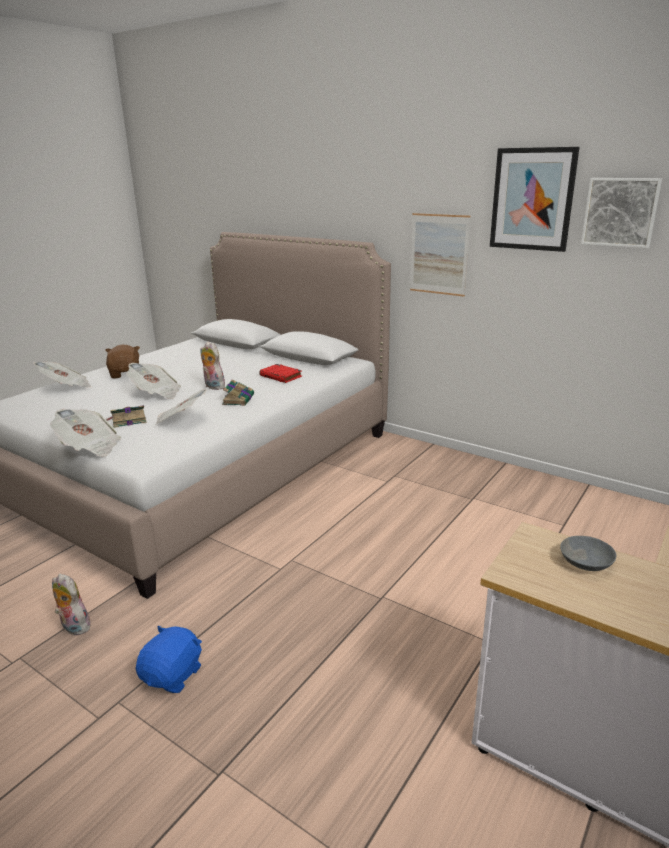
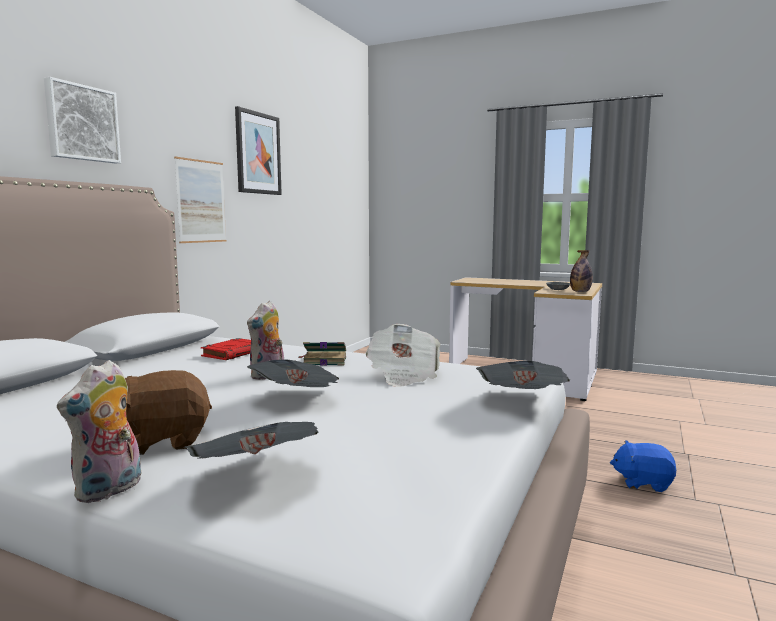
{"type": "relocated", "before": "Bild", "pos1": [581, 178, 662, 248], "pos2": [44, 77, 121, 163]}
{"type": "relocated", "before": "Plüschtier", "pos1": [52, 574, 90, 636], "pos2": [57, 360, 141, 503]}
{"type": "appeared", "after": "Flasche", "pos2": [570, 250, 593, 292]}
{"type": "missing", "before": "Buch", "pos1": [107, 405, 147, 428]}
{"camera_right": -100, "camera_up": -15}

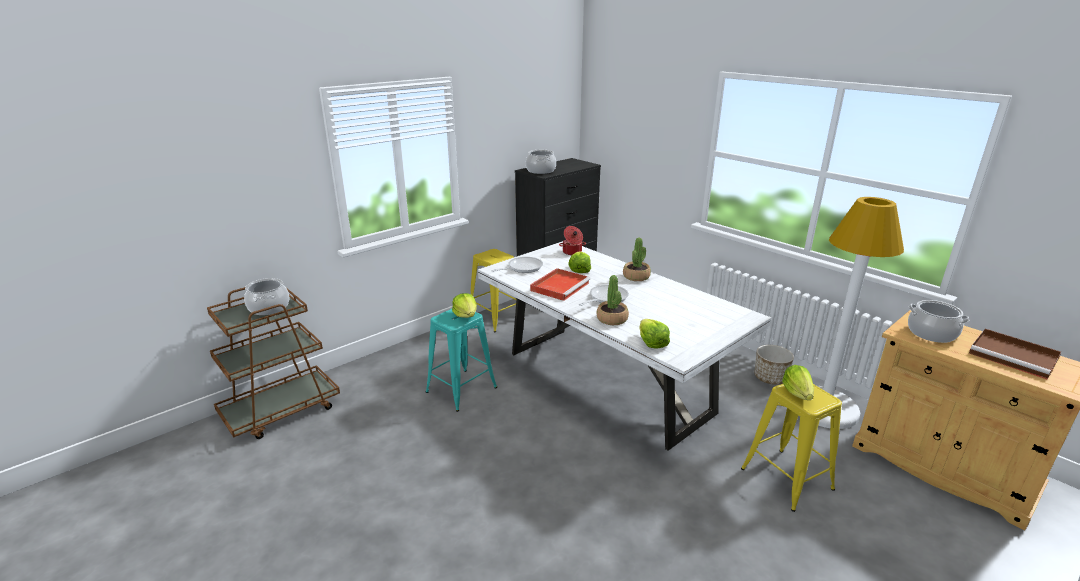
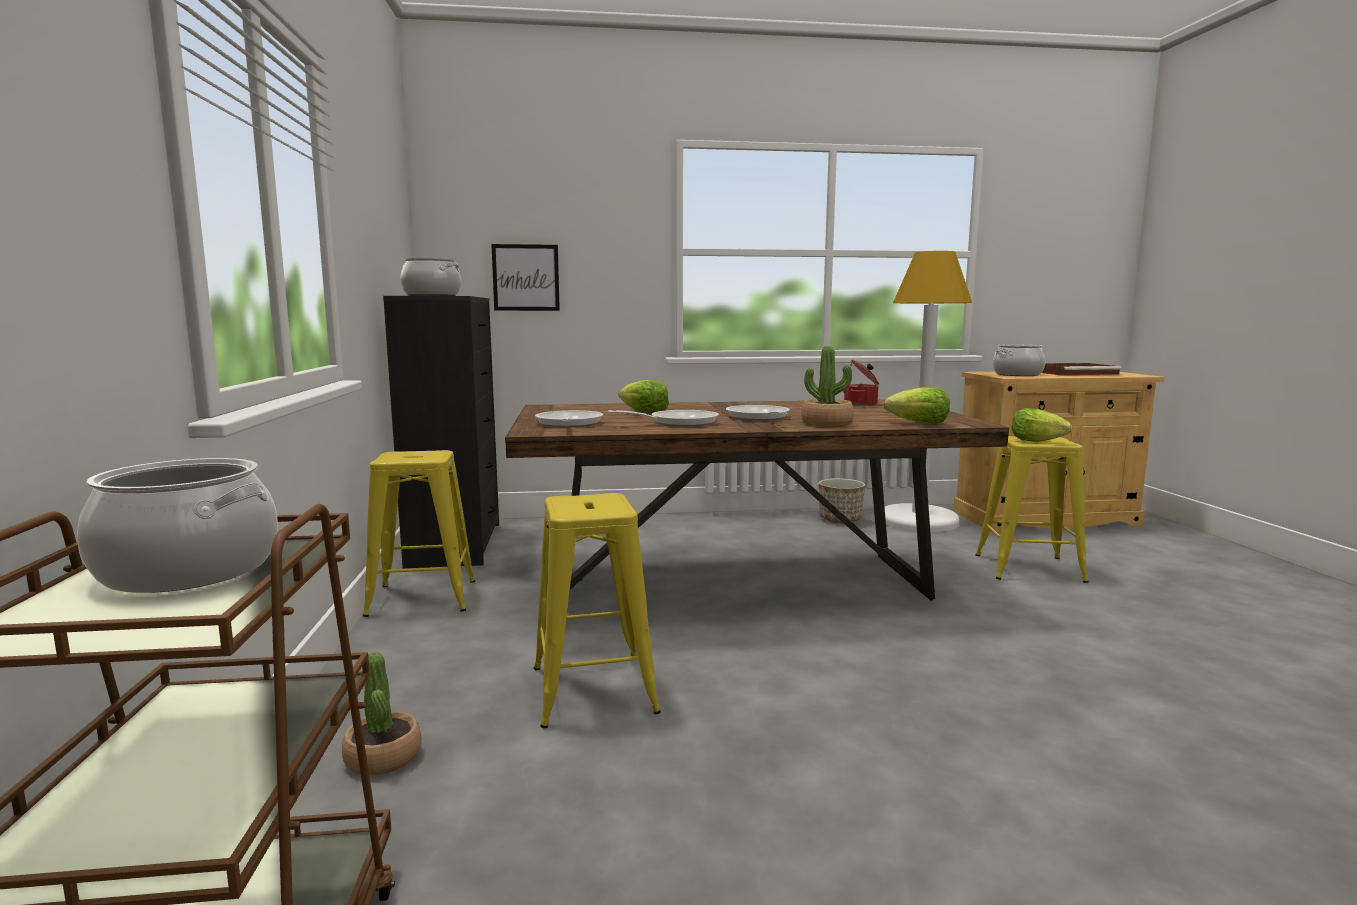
{"type": "relocated", "before": "Topfpflanze", "pos1": [623, 238, 651, 281], "pos2": [342, 652, 422, 775]}
{"type": "appeared", "after": "Bild", "pos2": [491, 244, 560, 311]}
{"type": "colour", "before": "Esstisch [weiß]", "after": "Esstisch [braun]", "pos1": [478, 241, 771, 451], "pos2": [505, 400, 1009, 601]}
{"type": "colour", "before": "Hocker [türkis]", "after": "Hocker [gelb]", "pos1": [425, 309, 497, 412], "pos2": [534, 493, 661, 729]}
{"type": "exchanged", "before": "Tablett [rot]", "after": "Pfanne", "pos1": [530, 268, 590, 301], "pos2": [607, 410, 719, 427]}
{"type": "relocated", "before": "Kochtopf", "pos1": [559, 226, 586, 255], "pos2": [843, 360, 879, 406]}
{"type": "missing", "before": "Salatkopf", "pos1": [452, 293, 477, 318]}
{"camera_right": -55, "camera_up": -15}

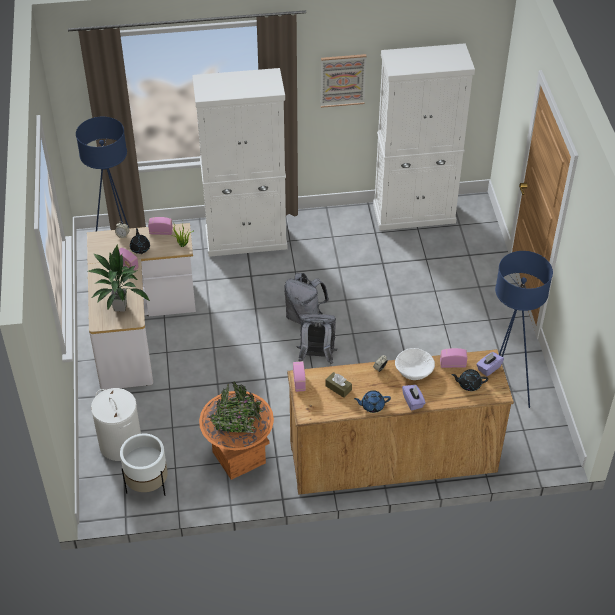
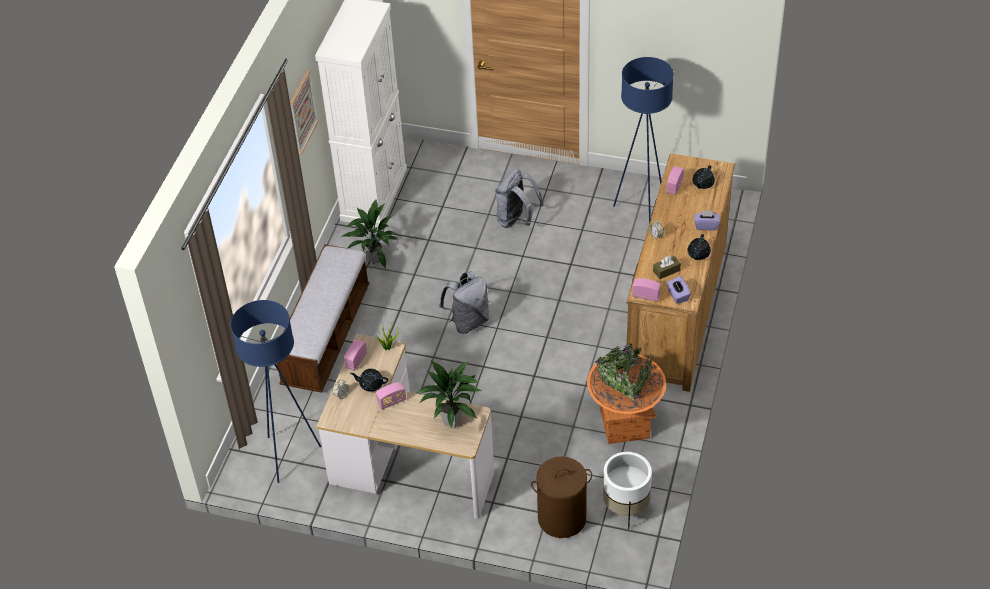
{"type": "exchanged", "before": "Schrank [weiß]", "after": "Bank", "pos1": [192, 68, 288, 257], "pos2": [277, 244, 370, 393]}
{"type": "appeared", "after": "Topfpflanze", "pos2": [341, 199, 398, 269]}
{"type": "relocated", "before": "Rucksack [grau]", "pos1": [297, 314, 337, 364], "pos2": [495, 169, 544, 228]}
{"type": "colour", "before": "Wäschekorb [weiß]", "after": "Wäschekorb [braun]", "pos1": [91, 388, 141, 461], "pos2": [531, 457, 592, 538]}
{"type": "relocated", "before": "Taschentuchbox [lila]", "pos1": [476, 352, 504, 376], "pos2": [666, 276, 691, 304]}
{"type": "colour", "before": "Teekanne [blau]", "after": "Teekanne [schwarz]", "pos1": [354, 390, 391, 413], "pos2": [688, 234, 711, 260]}
{"type": "missing", "before": "Schüssel [weiß]", "pos1": [395, 348, 435, 380]}
{"camera_right": -65, "camera_up": 0}

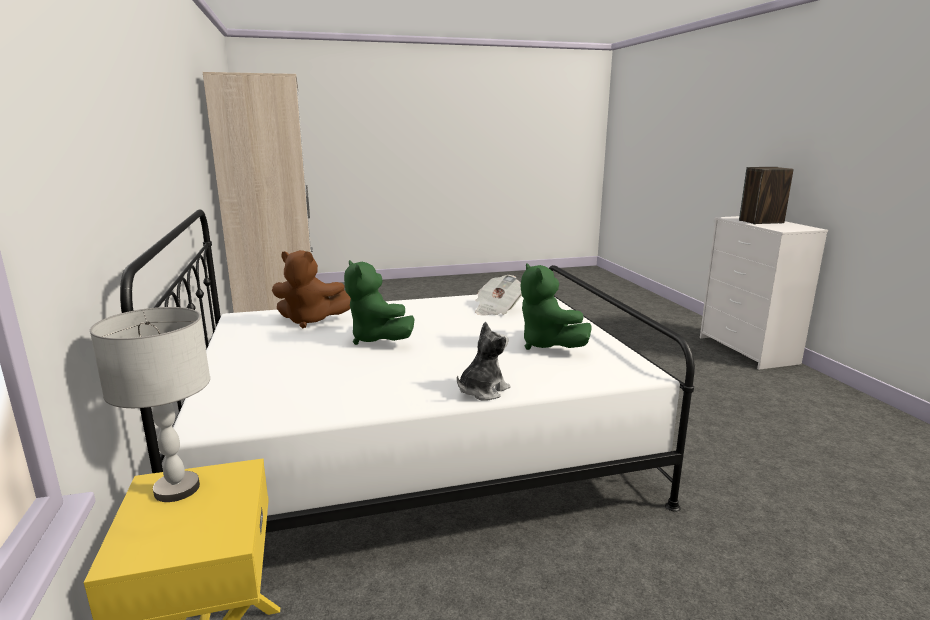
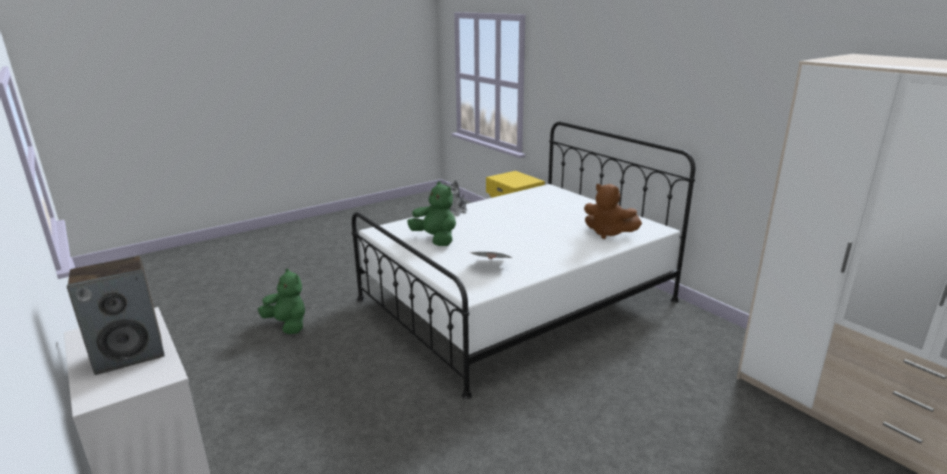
{"type": "relocated", "before": "Plüschtier [grün]", "pos1": [344, 260, 415, 345], "pos2": [258, 269, 305, 334]}
{"type": "spun", "before": "Plüschtier [braun]", "pos1": [272, 250, 351, 328], "pos2": [584, 184, 642, 239], "turn": -135}
{"type": "missing", "before": "Tischlampe [grau]", "pos1": [90, 307, 210, 502]}
{"camera_right": 160, "camera_up": 5}

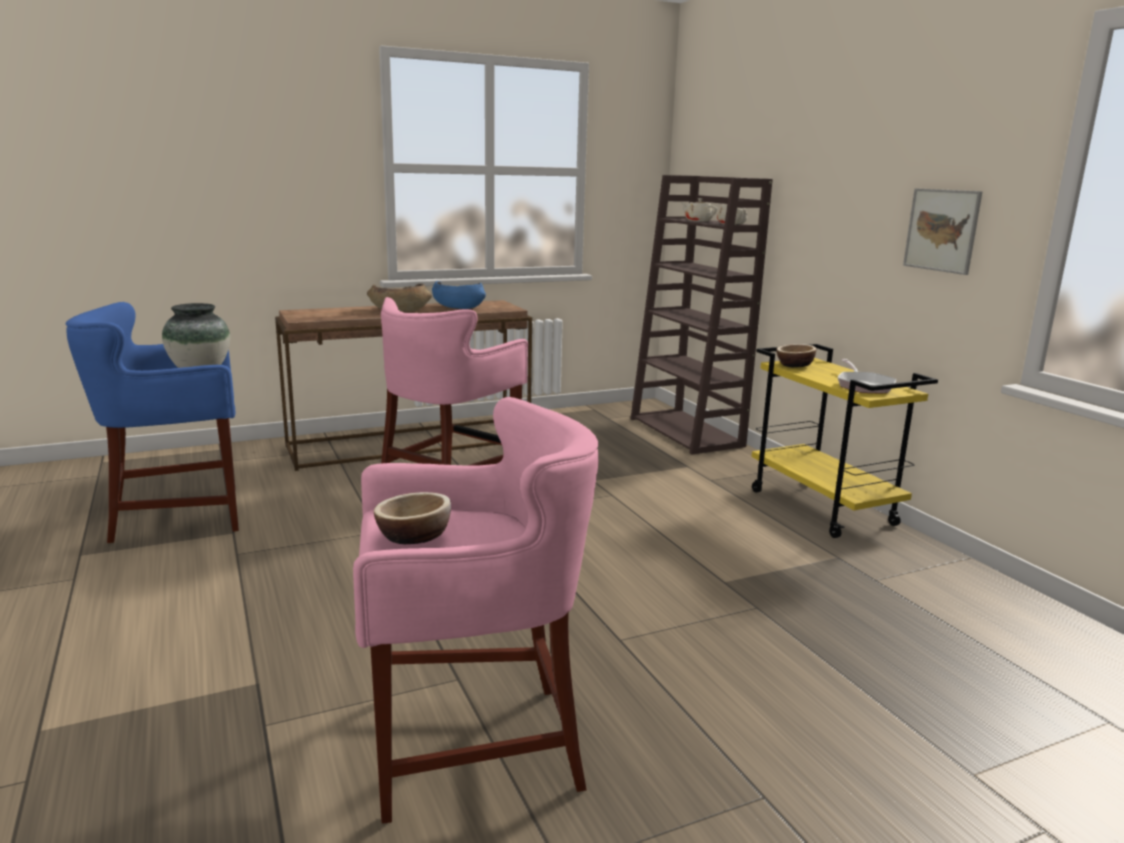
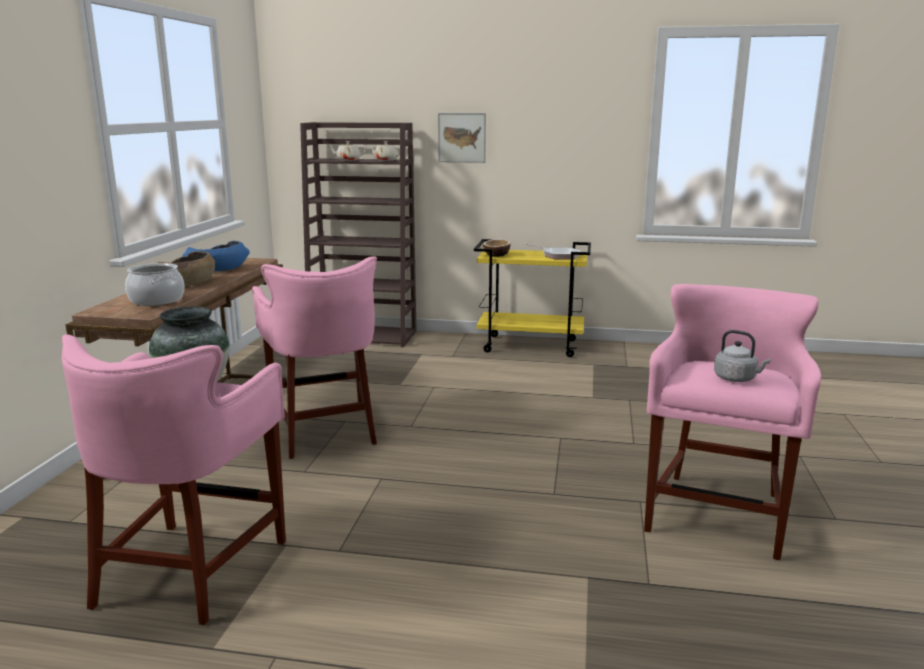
{"type": "colour", "before": "Hocker [blau]", "after": "Hocker [rosa]", "pos1": [66, 302, 239, 543], "pos2": [62, 335, 286, 625]}
{"type": "appeared", "after": "Kochtopf", "pos2": [125, 263, 185, 306]}
{"type": "relocated", "before": "Bild", "pos1": [903, 188, 983, 275], "pos2": [438, 113, 486, 163]}
{"type": "exchanged", "before": "Schüssel", "after": "Wasserkessel [grau]", "pos1": [374, 492, 451, 544], "pos2": [714, 330, 771, 382]}
{"camera_right": -55, "camera_up": 0}

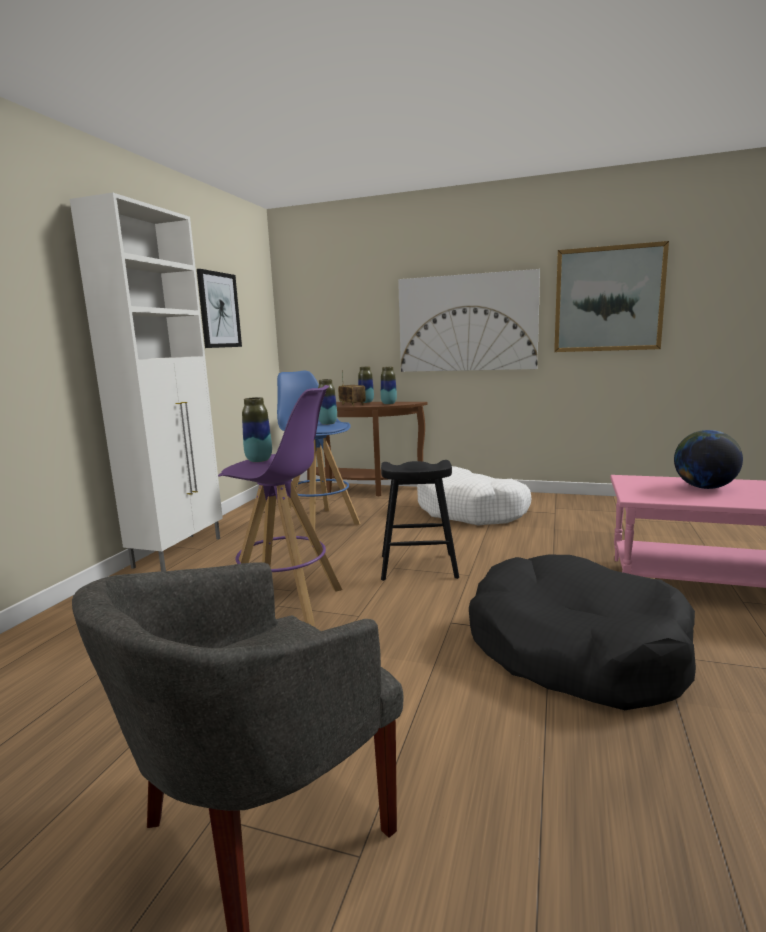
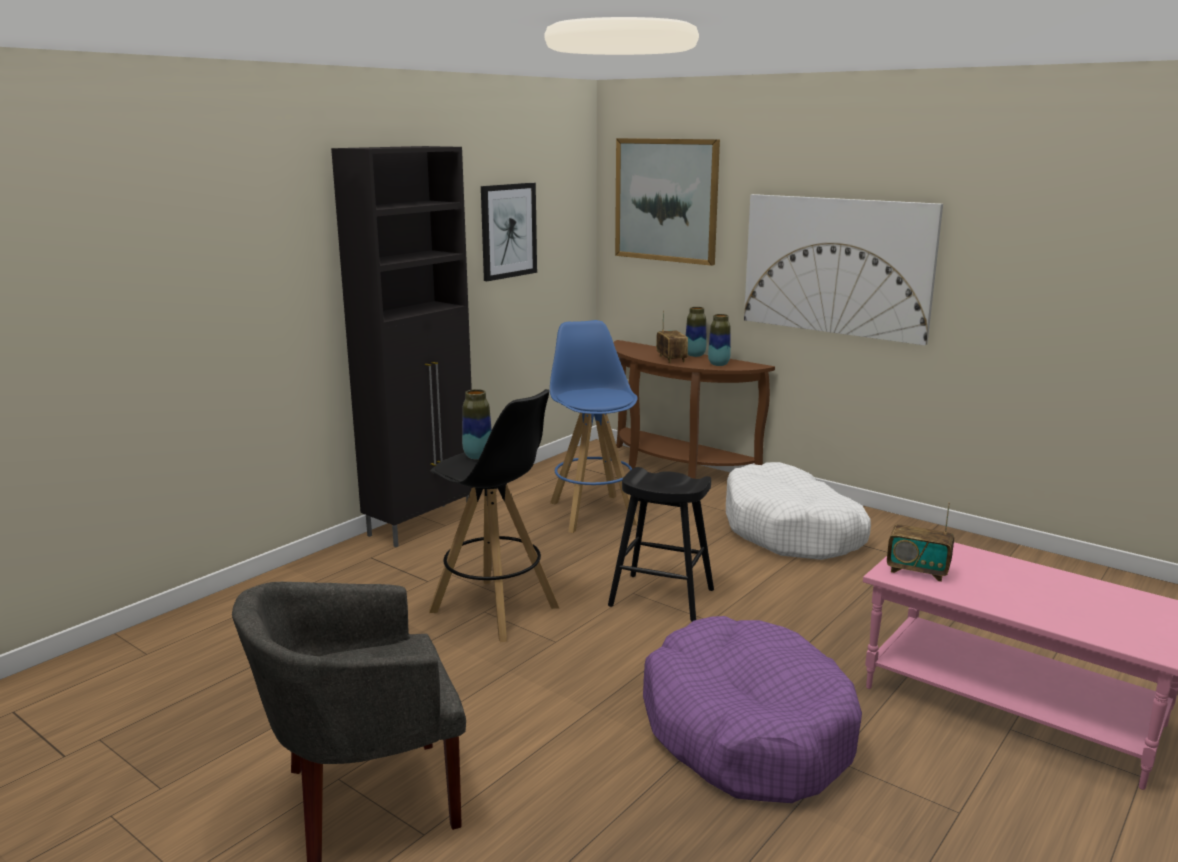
{"type": "colour", "before": "Schrank [weiß]", "after": "Schrank [schwarz]", "pos1": [70, 192, 223, 572], "pos2": [331, 146, 472, 547]}
{"type": "colour", "before": "Hocker [lila]", "after": "Hocker [schwarz]", "pos1": [218, 385, 342, 626], "pos2": [429, 389, 559, 642]}
{"type": "relocated", "before": "Bild", "pos1": [554, 241, 669, 352], "pos2": [615, 138, 720, 266]}
{"type": "colour", "before": "Hundebett [schwarz]", "after": "Hundebett [lila]", "pos1": [469, 555, 696, 710], "pos2": [643, 616, 862, 803]}
{"type": "appeared", "after": "Radio", "pos2": [887, 502, 954, 582]}
{"type": "missing", "before": "Vase", "pos1": [318, 379, 337, 425]}
{"type": "missing", "before": "Globus", "pos1": [674, 430, 743, 489]}
{"camera_right": 20, "camera_up": 5}

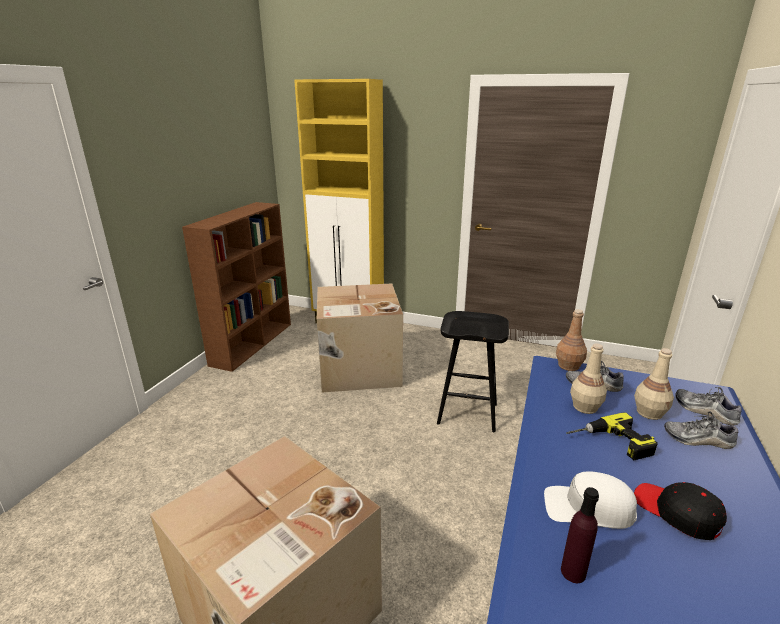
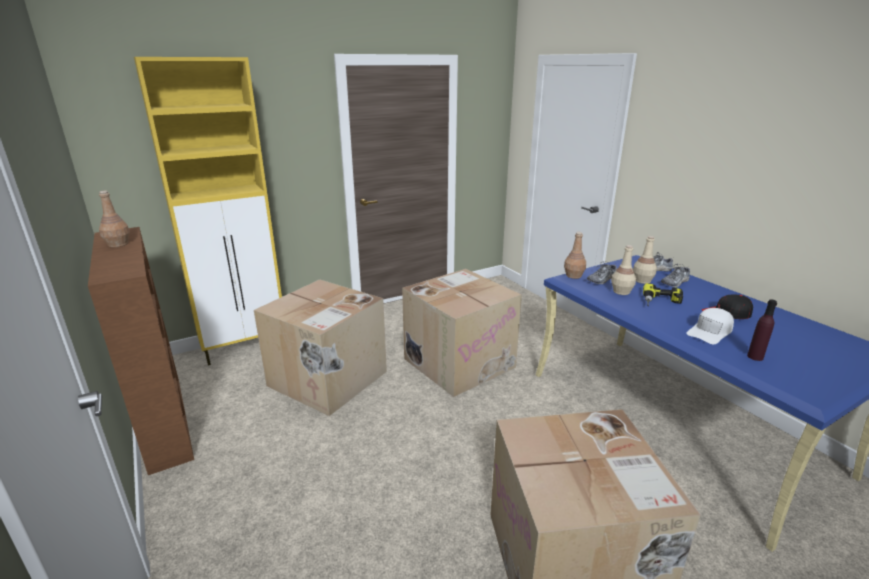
{"type": "appeared", "after": "Flasche [braun]", "pos2": [99, 191, 130, 247]}
{"type": "exchanged", "before": "Hocker [schwarz]", "after": "Karton", "pos1": [437, 311, 509, 432], "pos2": [402, 269, 522, 397]}
{"camera_right": -50, "camera_up": 0}

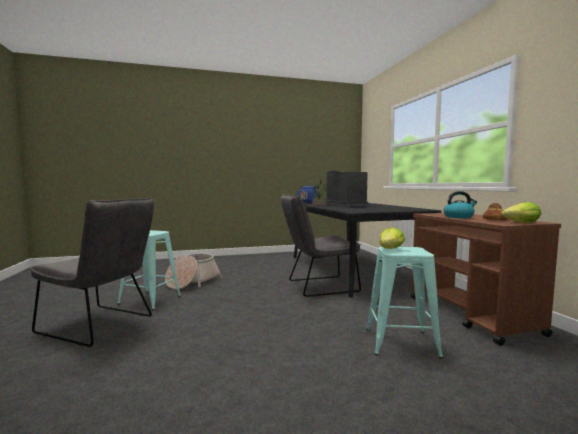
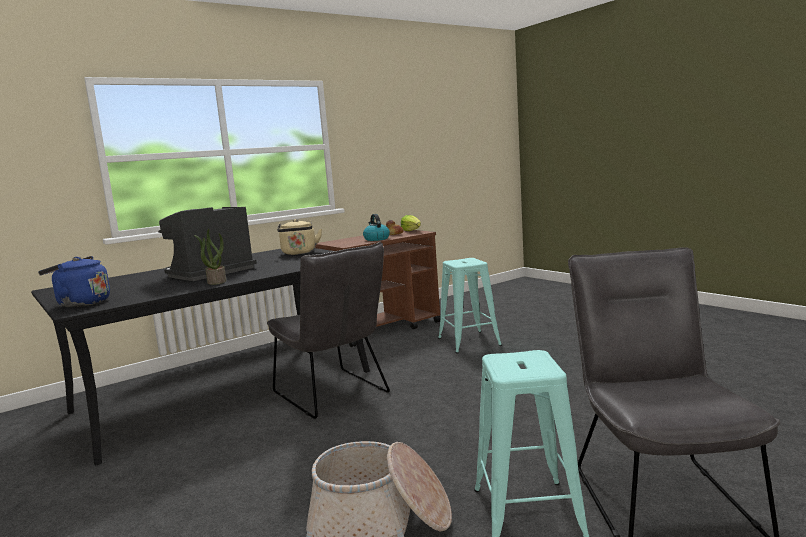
{"type": "appeared", "after": "Wasserkessel [beige]", "pos2": [277, 219, 322, 255]}
{"type": "missing", "before": "Salatkopf", "pos1": [380, 227, 405, 249]}
{"camera_right": -110, "camera_up": 5}

